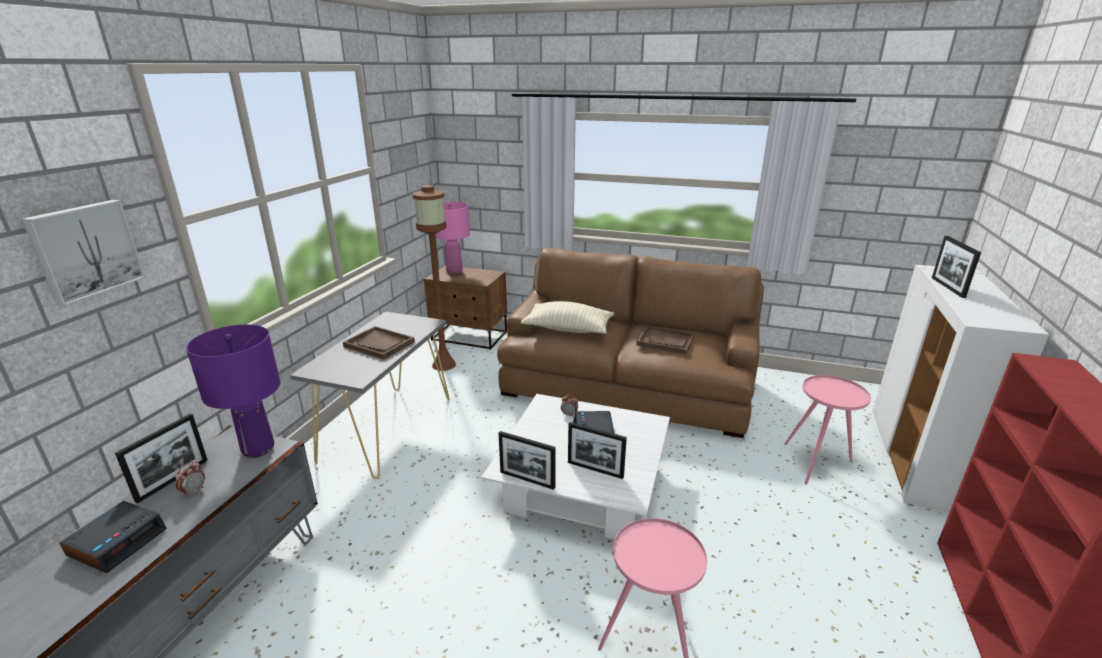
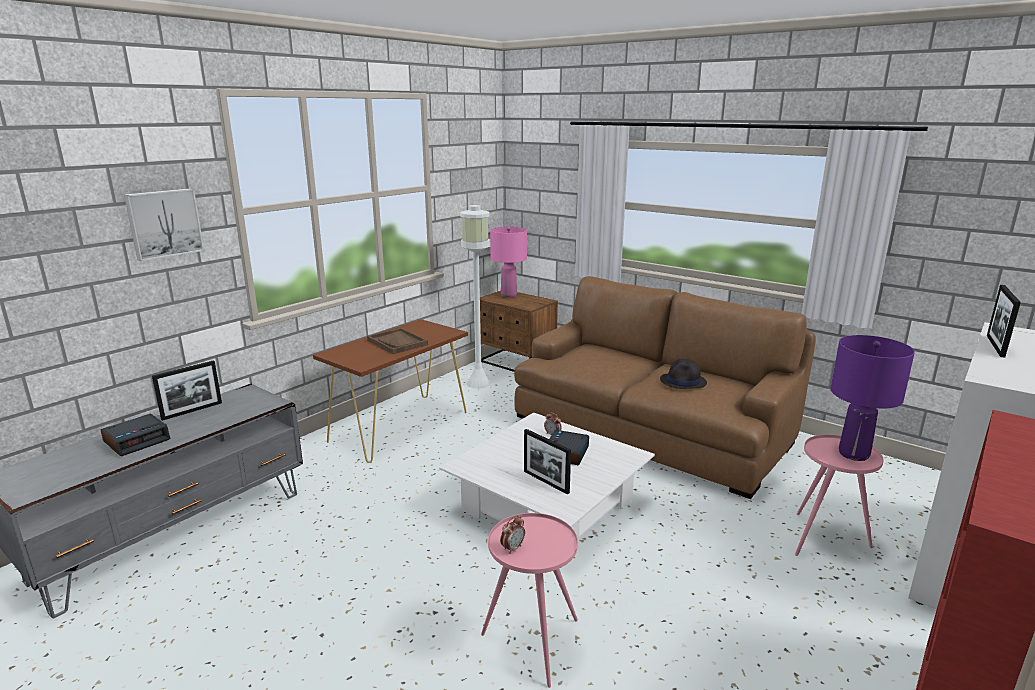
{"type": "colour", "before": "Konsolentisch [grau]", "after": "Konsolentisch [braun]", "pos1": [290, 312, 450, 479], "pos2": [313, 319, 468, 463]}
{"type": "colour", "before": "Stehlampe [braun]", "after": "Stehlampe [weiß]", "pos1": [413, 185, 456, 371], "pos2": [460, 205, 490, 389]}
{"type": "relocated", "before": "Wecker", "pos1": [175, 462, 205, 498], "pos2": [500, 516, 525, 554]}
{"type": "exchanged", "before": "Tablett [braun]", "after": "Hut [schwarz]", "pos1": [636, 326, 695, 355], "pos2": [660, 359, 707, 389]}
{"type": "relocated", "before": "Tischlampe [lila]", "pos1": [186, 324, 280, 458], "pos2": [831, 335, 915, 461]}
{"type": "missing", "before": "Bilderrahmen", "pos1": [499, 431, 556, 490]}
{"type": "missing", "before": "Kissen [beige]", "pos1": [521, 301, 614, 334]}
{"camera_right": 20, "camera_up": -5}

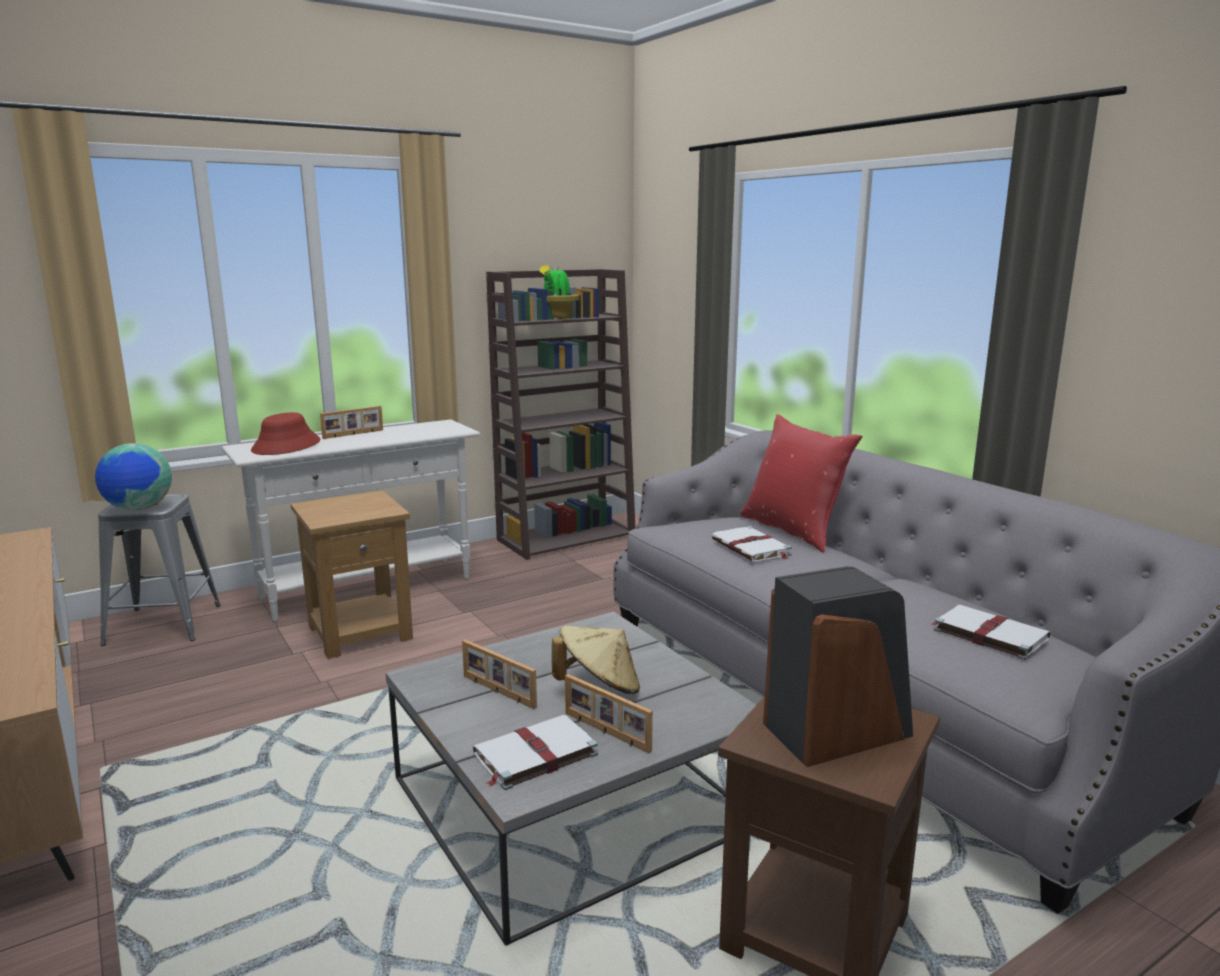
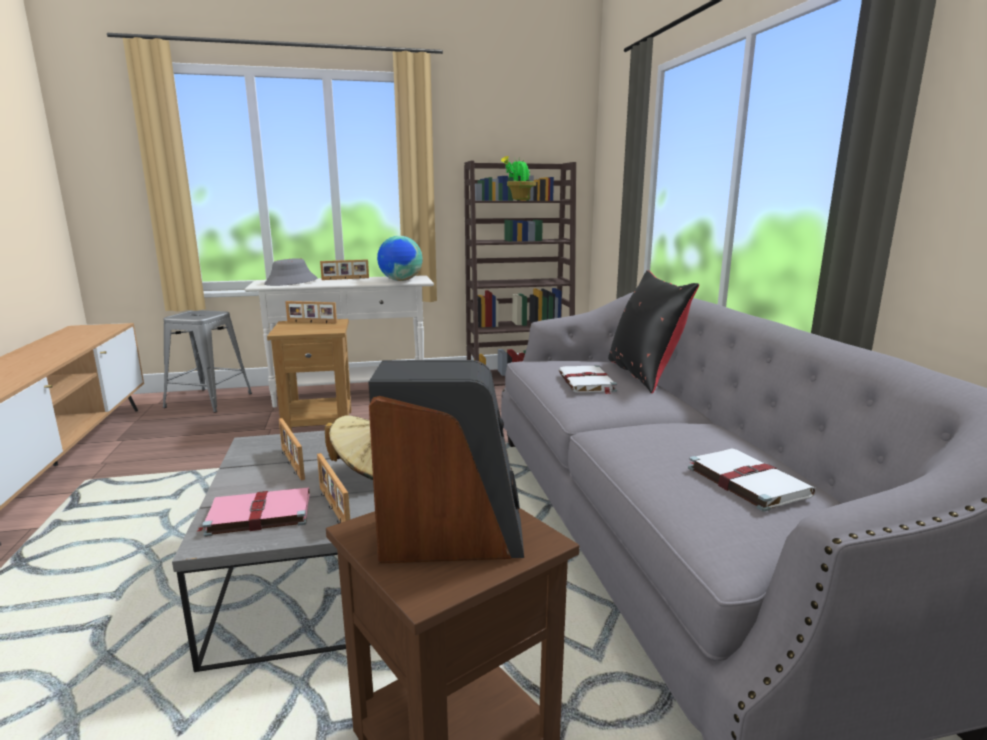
{"type": "colour", "before": "Buch [weiß]", "after": "Buch [rosa]", "pos1": [473, 715, 598, 790], "pos2": [196, 487, 310, 537]}
{"type": "colour", "before": "Hut [rot]", "after": "Hut [grau]", "pos1": [251, 412, 320, 455], "pos2": [264, 258, 317, 286]}
{"type": "appeared", "after": "Bilderrahmen", "pos2": [285, 301, 337, 323]}
{"type": "relocated", "before": "Globus", "pos1": [95, 443, 172, 510], "pos2": [377, 236, 423, 281]}
{"type": "colour", "before": "Kissen [rot]", "after": "Kissen [schwarz]", "pos1": [740, 414, 862, 552], "pos2": [608, 270, 699, 393]}
{"camera_right": 20, "camera_up": 0}

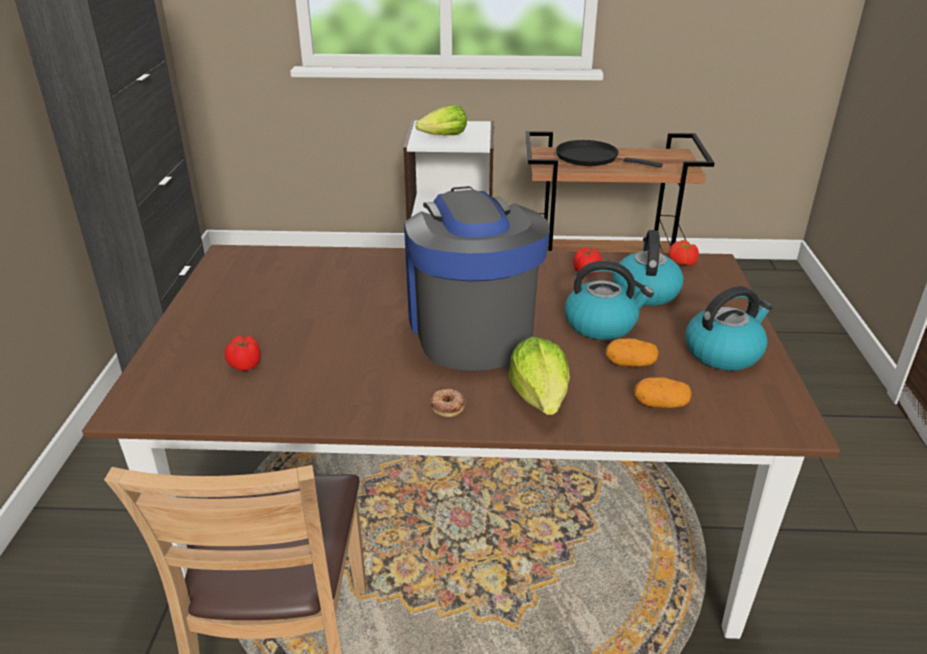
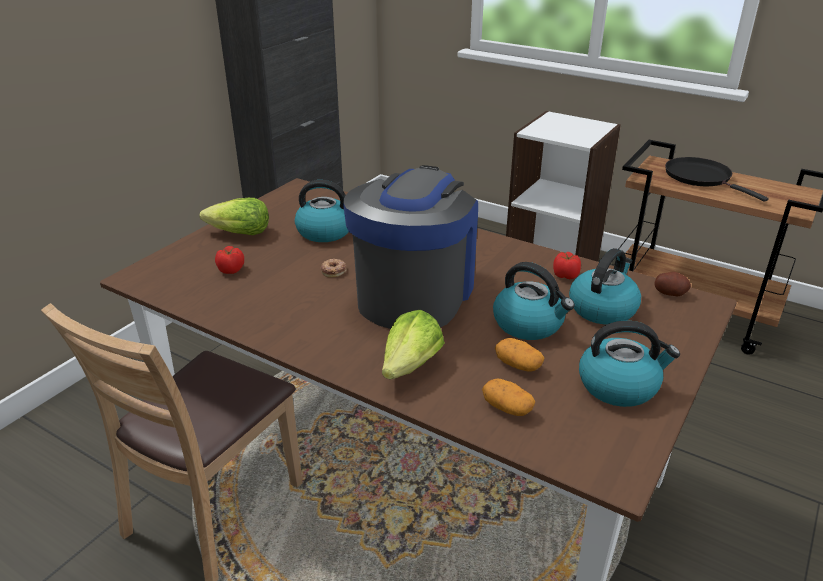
{"type": "relocated", "before": "Salatkopf", "pos1": [415, 104, 467, 135], "pos2": [199, 198, 269, 235]}
{"type": "appeared", "after": "Wasserkessel", "pos2": [295, 180, 349, 242]}
{"type": "relocated", "before": "Donut", "pos1": [430, 389, 466, 417], "pos2": [321, 259, 347, 278]}
{"type": "exchanged", "before": "Tomate", "after": "Kartoffel", "pos1": [669, 240, 699, 266], "pos2": [655, 272, 691, 296]}
{"camera_right": 30, "camera_up": 0}

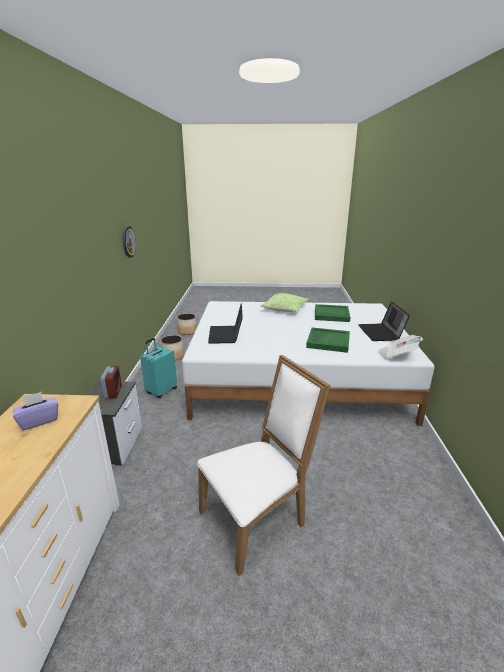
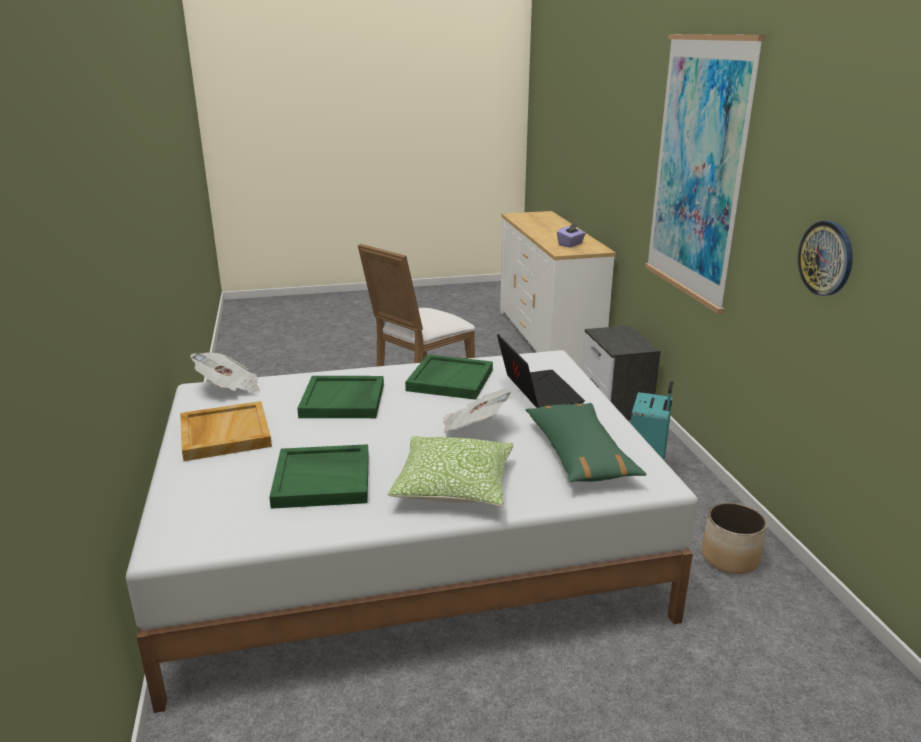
{"type": "exchanged", "before": "Laptop", "after": "Tablett [beige]", "pos1": [358, 301, 410, 341], "pos2": [180, 401, 272, 461]}
{"type": "appeared", "after": "Tablett [grün]", "pos2": [405, 354, 493, 400]}
{"type": "appeared", "after": "Zeitung", "pos2": [443, 388, 513, 433]}
{"type": "appeared", "after": "Kissen [grün]", "pos2": [526, 403, 646, 482]}
{"type": "appeared", "after": "Bild", "pos2": [645, 34, 766, 314]}
{"type": "missing", "before": "Wecker", "pos1": [101, 366, 122, 399]}
{"type": "missing", "before": "Pflanzkübel", "pos1": [177, 313, 197, 335]}
{"camera_right": 165, "camera_up": 0}

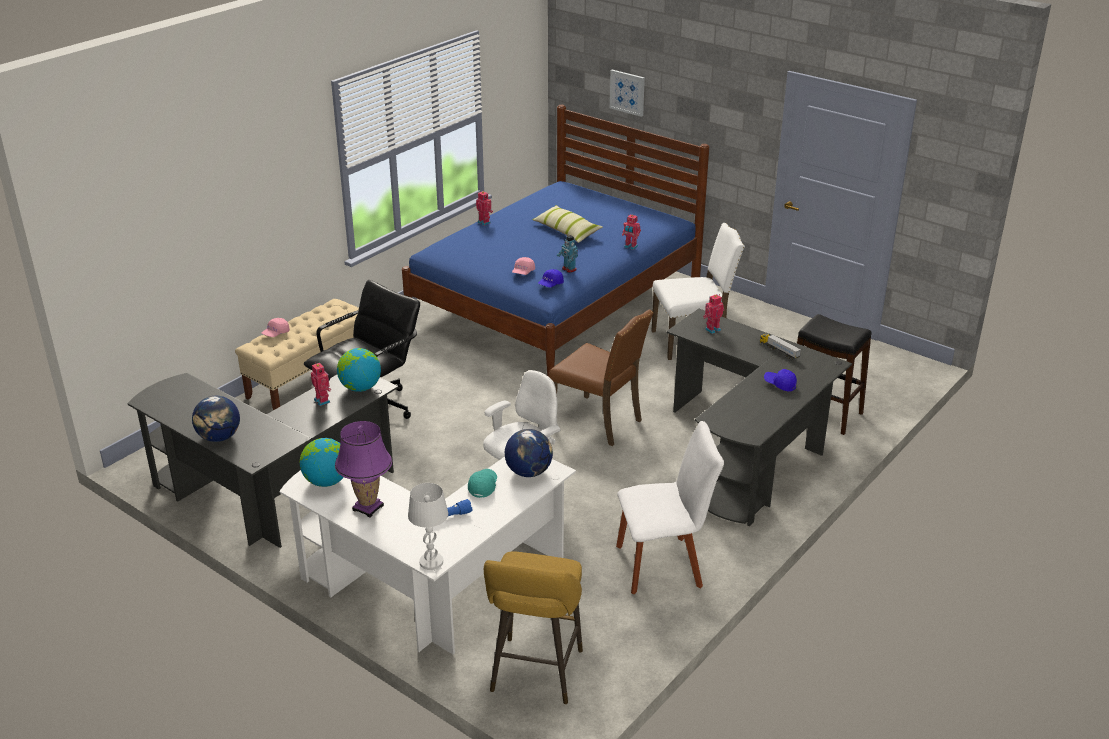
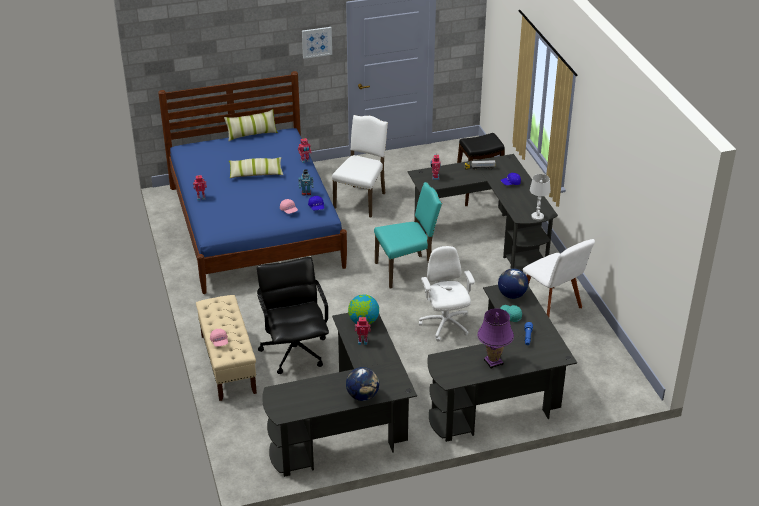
{"type": "appeared", "after": "Kissen", "pos2": [224, 109, 278, 141]}
{"type": "relocated", "before": "Bild", "pos1": [610, 70, 645, 117], "pos2": [302, 27, 332, 59]}
{"type": "colour", "before": "Stuhl [braun]", "after": "Stuhl [türkis]", "pos1": [549, 310, 654, 446], "pos2": [374, 182, 442, 289]}
{"type": "colour", "before": "Schreibtisch [weiß]", "after": "Schreibtisch [schwarz]", "pos1": [280, 457, 576, 655], "pos2": [427, 285, 577, 442]}
{"type": "spun", "before": "Stuhl [weiß]", "pos1": [616, 421, 724, 594], "pos2": [523, 239, 595, 317], "turn": 120}
{"type": "relocated", "before": "Tischlampe [weiß]", "pos1": [408, 483, 448, 570], "pos2": [530, 174, 551, 220]}
{"type": "missing", "before": "Globus", "pos1": [300, 438, 344, 487]}
{"type": "missing", "before": "Hocker [gelb]", "pos1": [484, 551, 583, 704]}
{"camera_right": -55, "camera_up": 5}

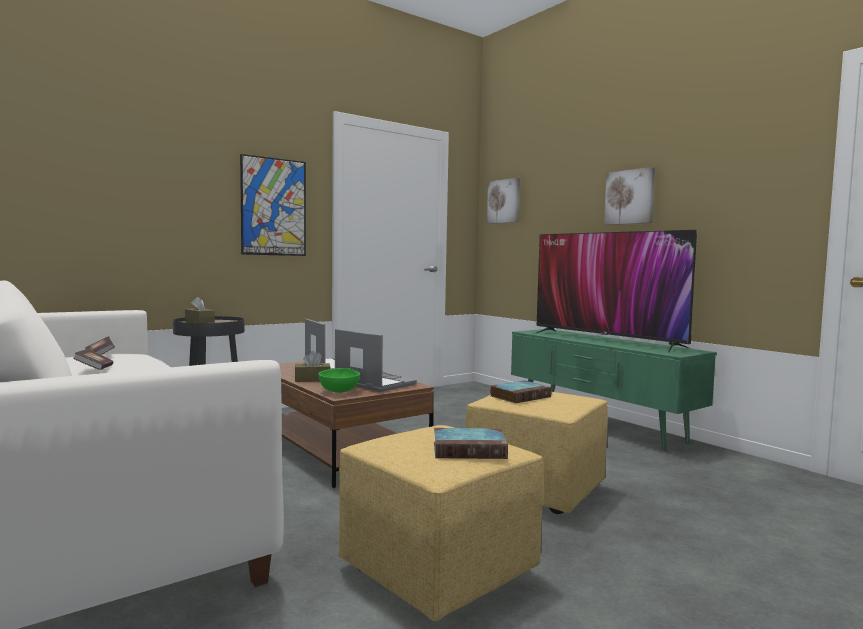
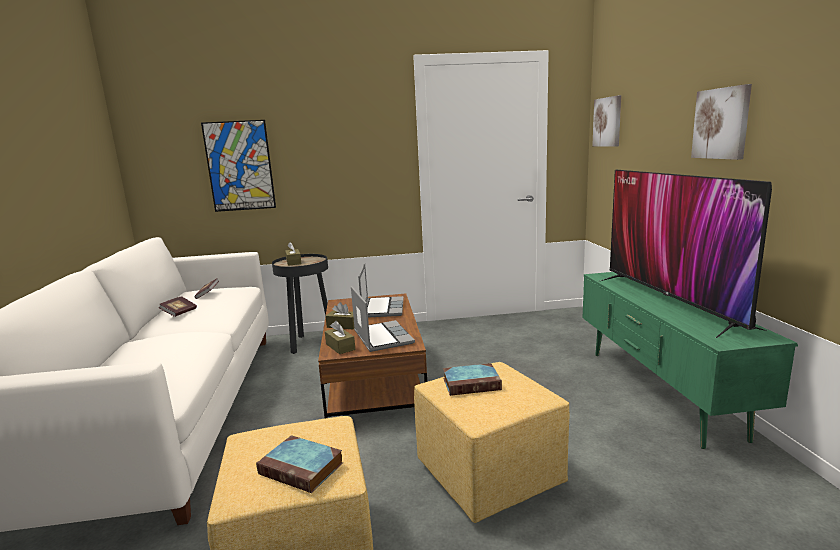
{"type": "relocated", "before": "Bild", "pos1": [240, 154, 306, 256], "pos2": [201, 120, 276, 212]}
{"type": "exchanged", "before": "Schüssel [grün]", "after": "Taschentuchbox [braun]", "pos1": [318, 368, 360, 393], "pos2": [325, 321, 355, 354]}
{"camera_right": 30, "camera_up": 10}

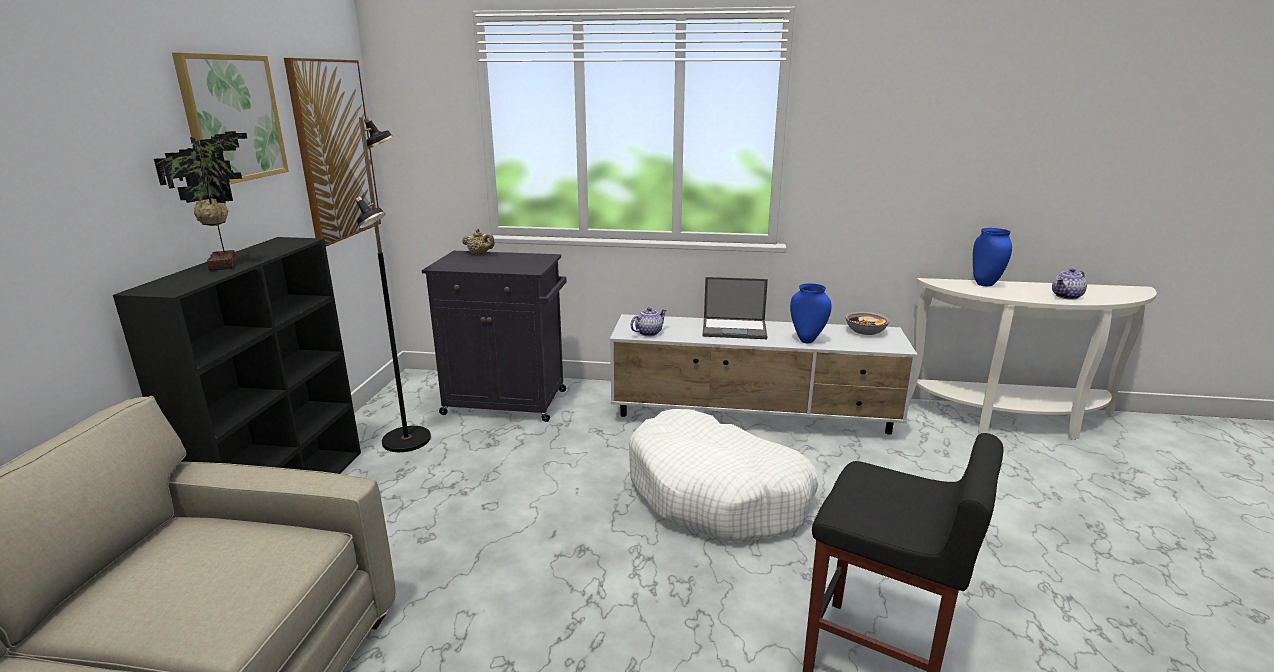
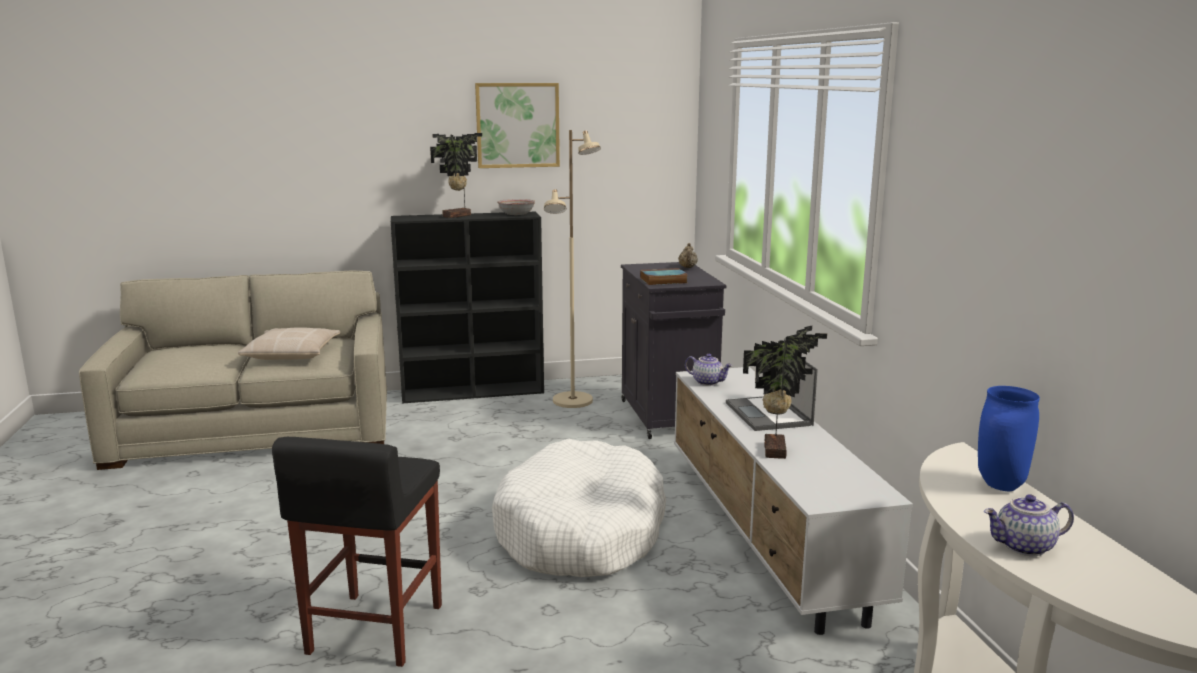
{"type": "appeared", "after": "Kissen [beige]", "pos2": [238, 328, 340, 360]}
{"type": "relocated", "before": "Schüssel", "pos1": [845, 311, 890, 335], "pos2": [498, 199, 535, 215]}
{"type": "colour", "before": "Stehlampe [schwarz]", "after": "Stehlampe [beige]", "pos1": [355, 117, 431, 452], "pos2": [544, 130, 601, 408]}
{"type": "appeared", "after": "Buch", "pos2": [640, 268, 688, 285]}
{"type": "exchanged", "before": "Vase [blau]", "after": "Topfpflanze", "pos1": [790, 283, 831, 343], "pos2": [743, 326, 827, 459]}
{"type": "spun", "before": "Teekanne", "pos1": [1052, 268, 1087, 300], "pos2": [984, 494, 1074, 556], "turn": -45}
{"type": "missing", "before": "Bild", "pos1": [284, 58, 381, 246]}
{"camera_right": 70, "camera_up": -5}

